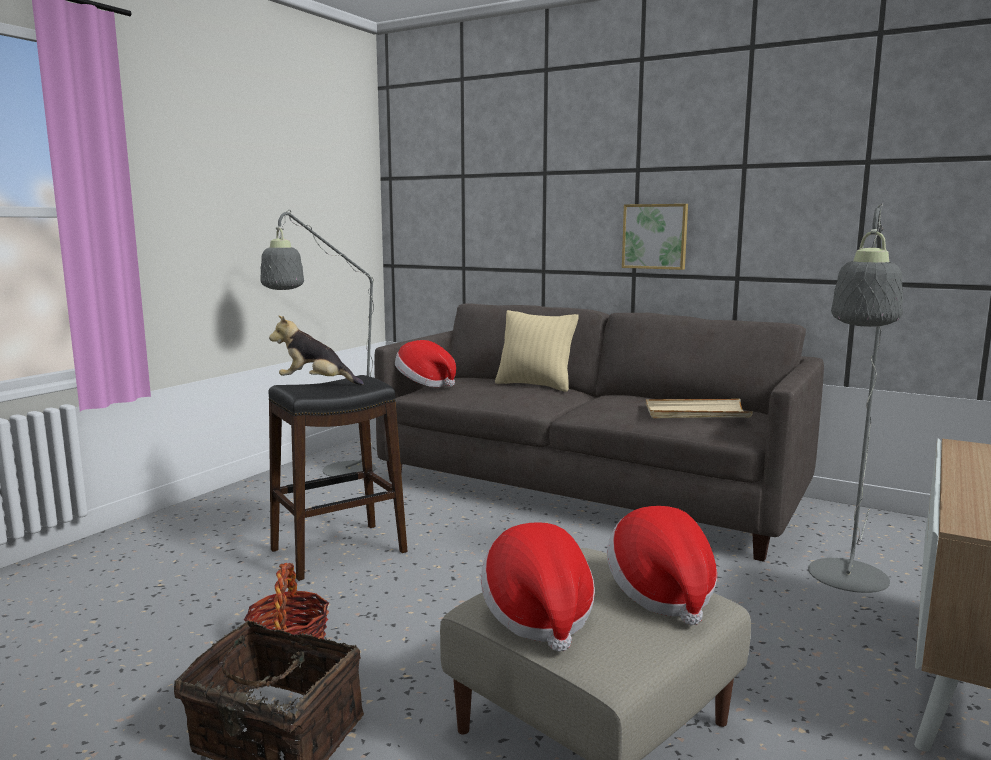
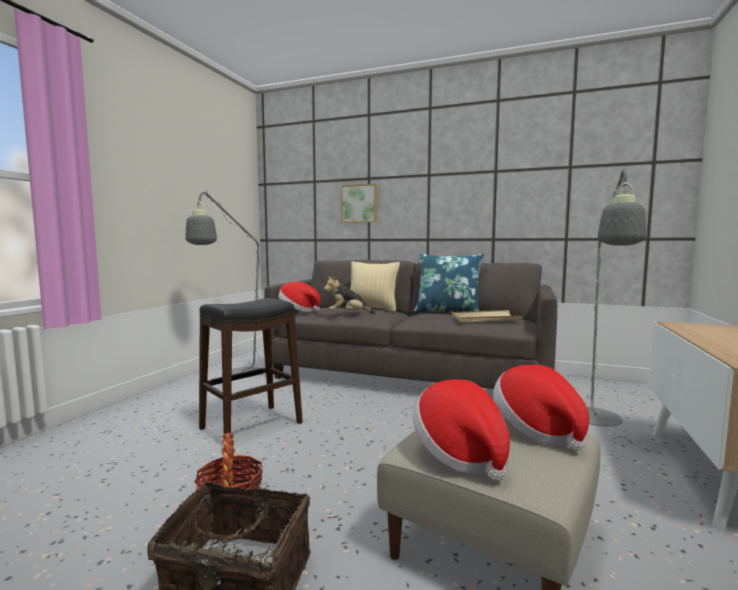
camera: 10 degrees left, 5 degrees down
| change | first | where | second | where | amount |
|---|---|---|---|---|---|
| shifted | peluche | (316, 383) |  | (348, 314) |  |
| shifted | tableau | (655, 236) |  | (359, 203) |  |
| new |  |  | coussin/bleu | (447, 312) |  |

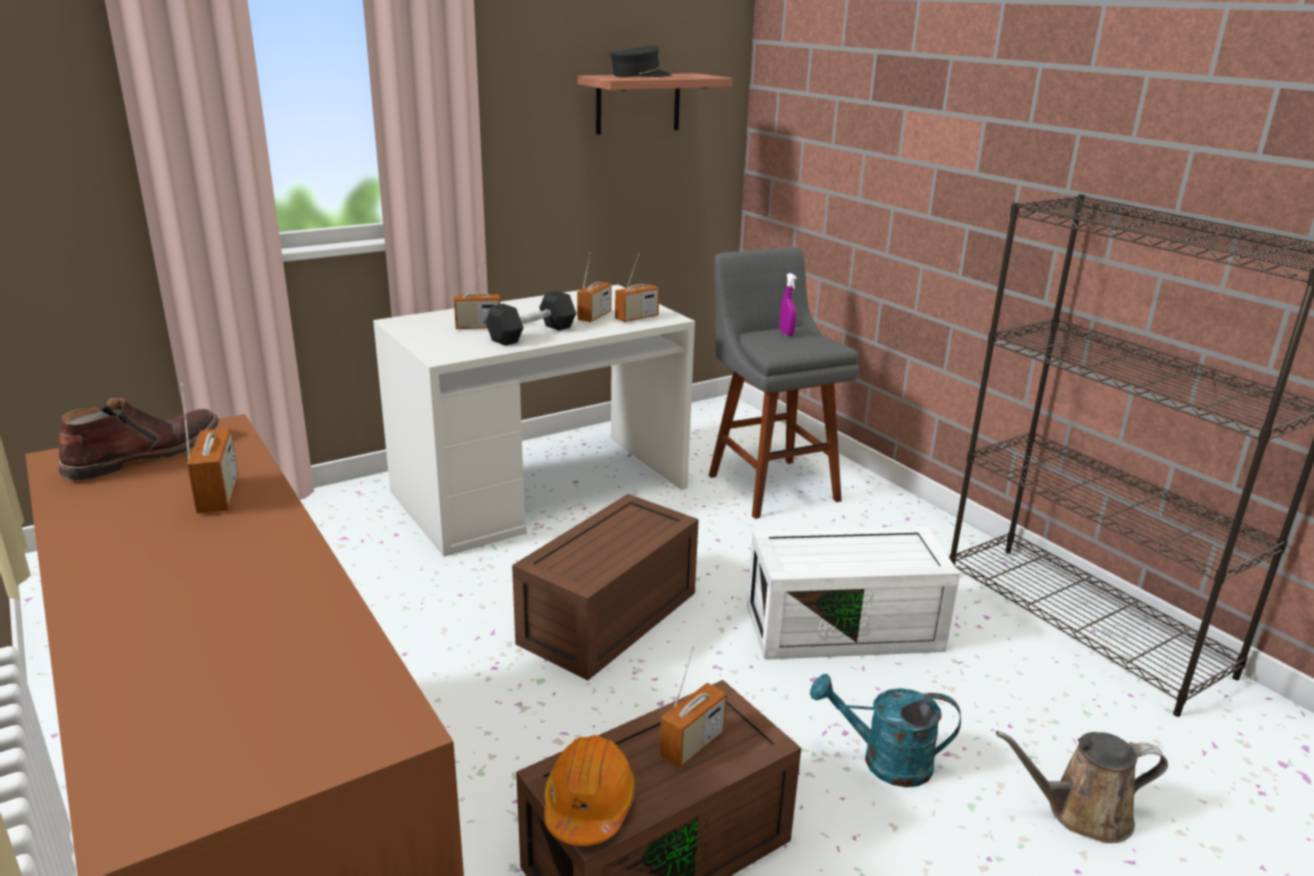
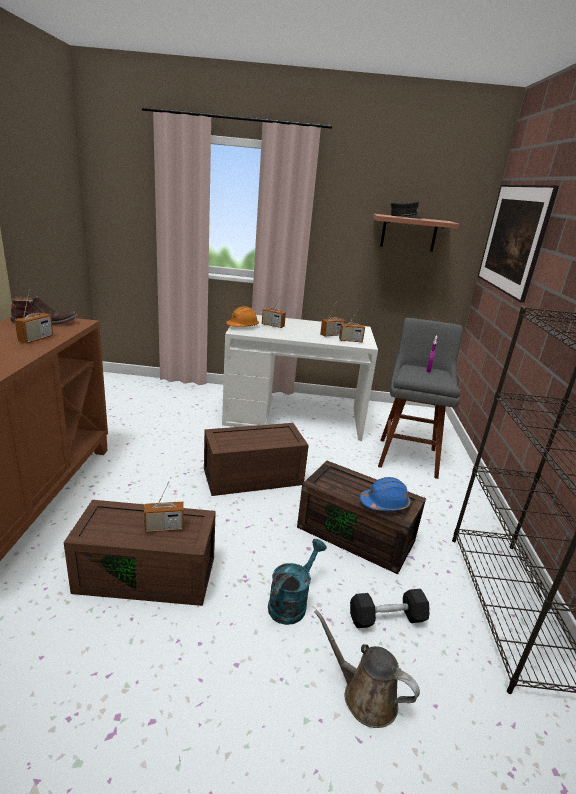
camera: 35 degrees right, 0 degrees up
| change | first | where | second | where | amount |
|---|---|---|---|---|---|
| shifted | casque de chantier/orange | (589, 804) |  | (242, 326) |  |
| rotated | arrosoir/turquoise | (884, 761) |  | (291, 602) | 75 degrees clockwise |
| repainted | boîte de rangement/blanc | (845, 626) | boîte de rangement/marron | (357, 534) |  |
| shifted | haltère/noir | (532, 334) |  | (387, 618) |  |
| new |  |  | casque de chantier/bleu | (384, 503) |  |
| new |  |  | tableau | (506, 264) |  |

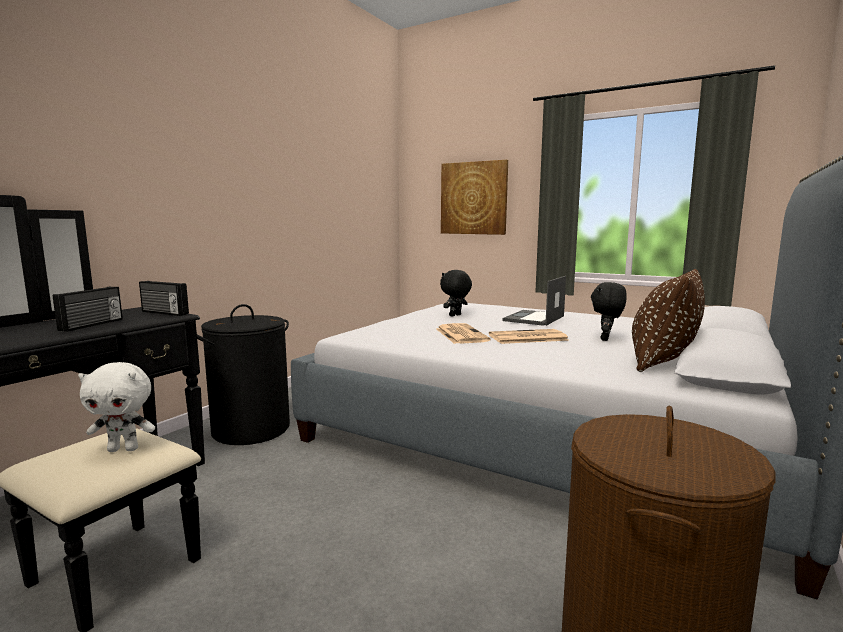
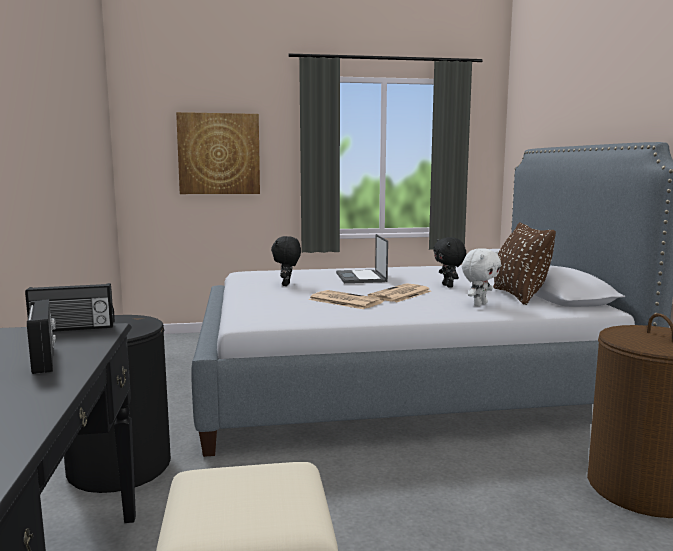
camera: 40 degrees left, 0 degrees up
| change | first | where | second | where | amount |
|---|---|---|---|---|---|
| shifted | peluche/blanc | (124, 449) |  | (479, 304) |  |

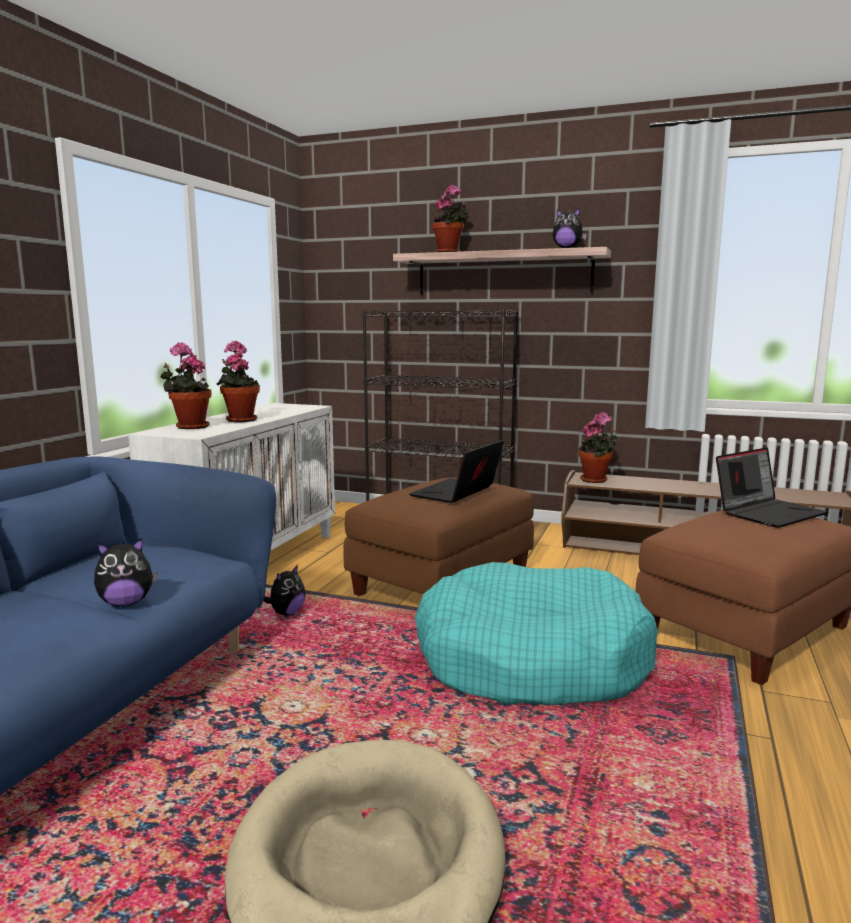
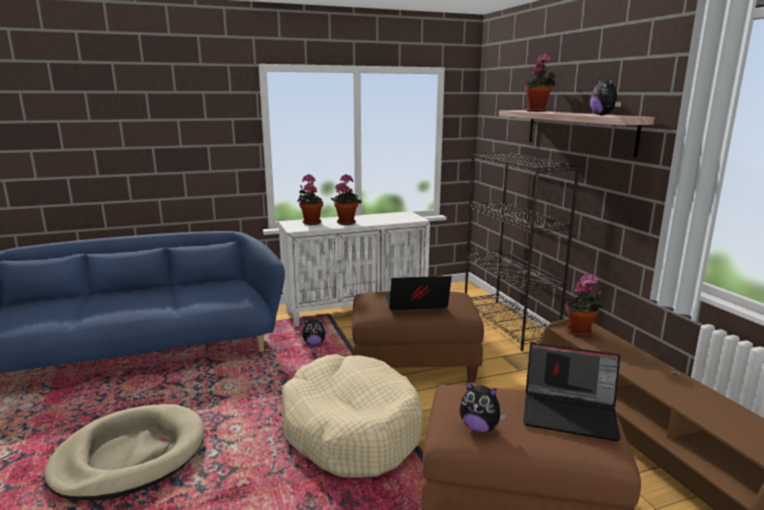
camera: 50 degrees right, 5 degrees up
| change | first | where | second | where | amount |
|---|---|---|---|---|---|
| repainted | panier pour chien/turquoise | (531, 660) | panier pour chien/beige | (350, 429) |  |
| shifted | peluche | (126, 603) |  | (479, 428) |  |

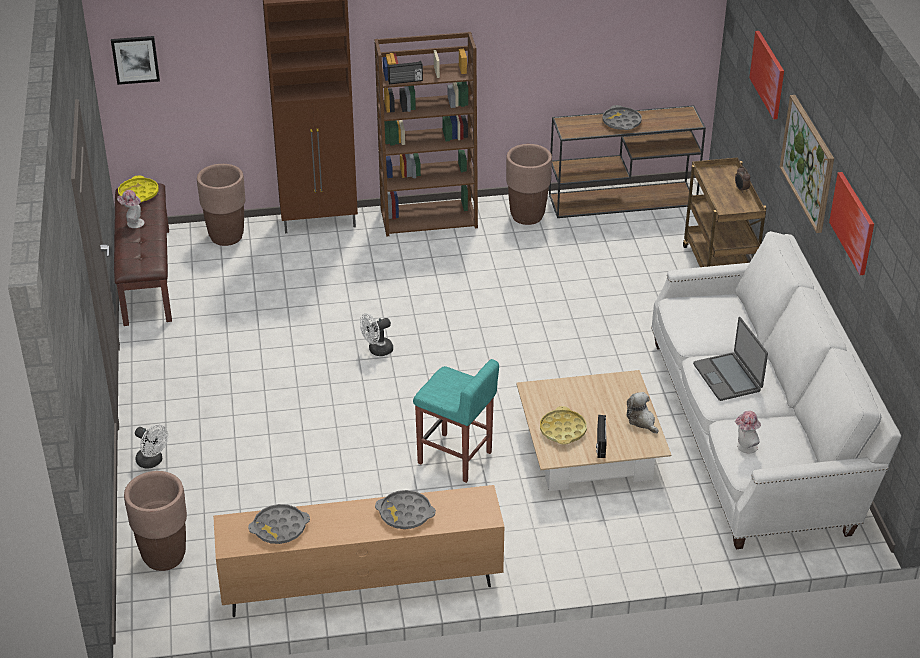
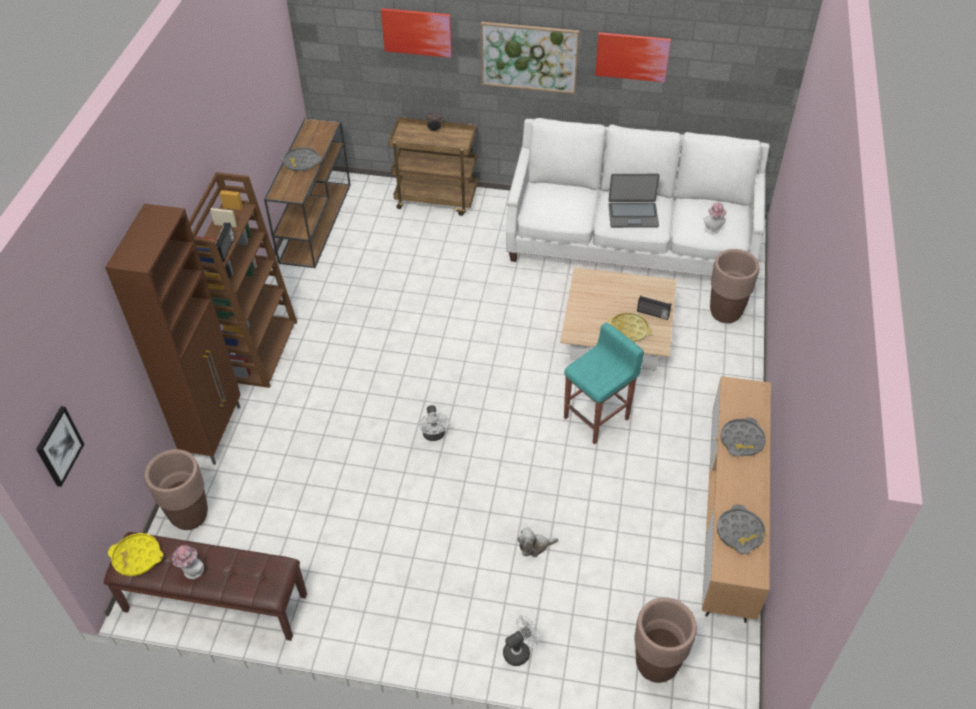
camera: 70 degrees left, 10 degrees up
| change | first | where | second | where | amount |
|---|---|---|---|---|---|
| shifted | peluche | (642, 421) |  | (534, 546) |  |
| shifted | cache-pot/marron | (527, 216) |  | (725, 313) |  |

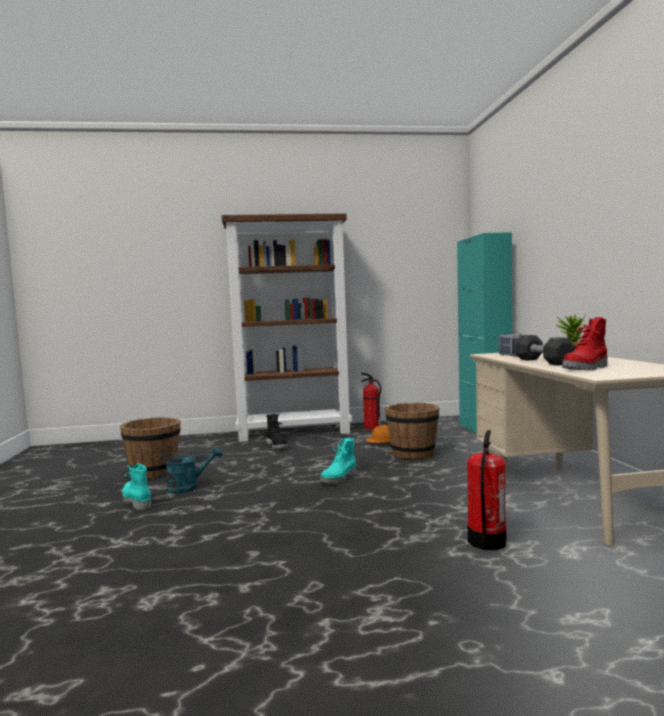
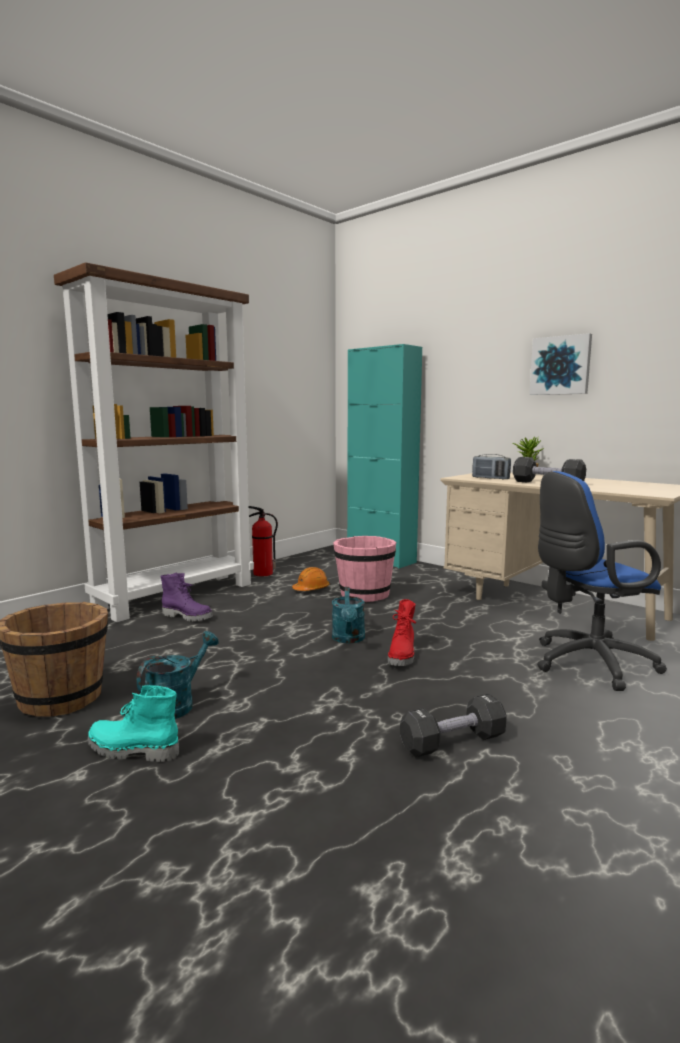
camera: 40 degrees left, 5 degrees up
| change | first | where | second | where | amount |
|---|---|---|---|---|---|
| repainted | botte/noir | (277, 445) | botte/violet | (188, 616) |  |
| swapped | botte/turquoise | (339, 478) | arrosoir/turquoise | (348, 639) |  |
| repainted | seau/marron | (412, 453) | seau/rose | (364, 595) |  |
| shifted | botte/rouge | (586, 369) |  | (403, 656) |  |
| new |  |  | haltère/noir | (453, 742) |  |
| new |  |  | tableau | (560, 365) |  |
| swapped | extincteur | (486, 541) | chaise de bureau/bleu | (587, 664) |  |

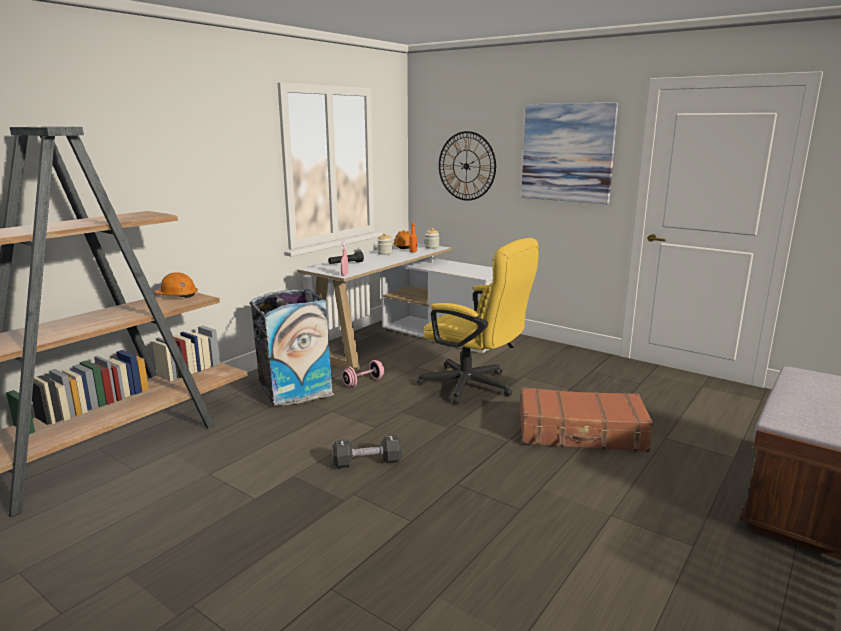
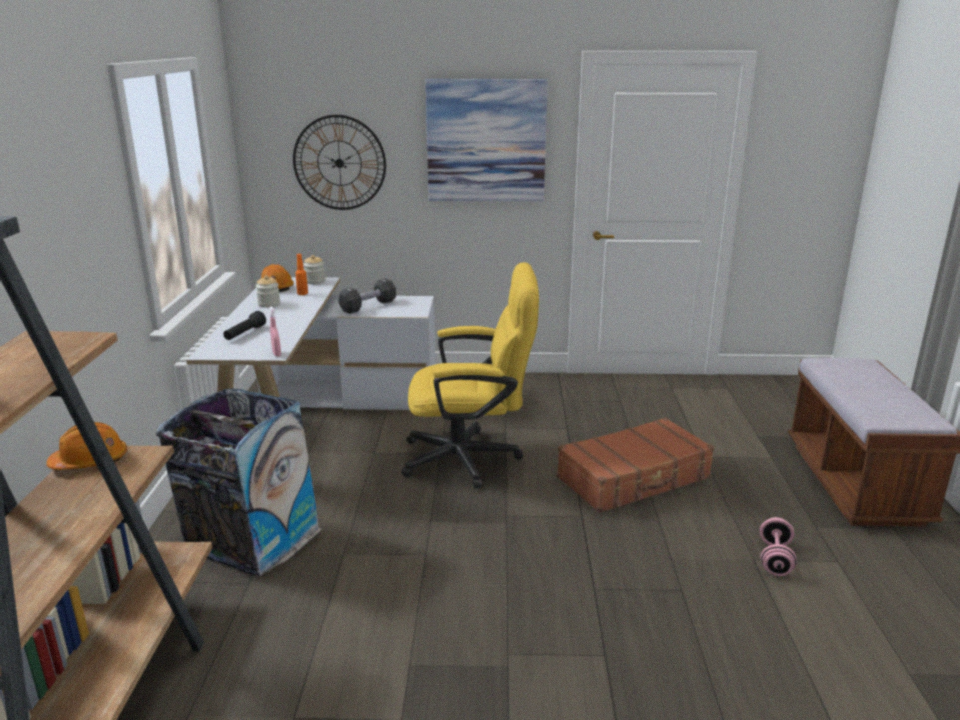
camera: 35 degrees left, 5 degrees up
| change | first | where | second | where | amount |
|---|---|---|---|---|---|
| shifted | haltère/noir | (367, 462) |  | (368, 306) |  |
| shifted | haltère/rose | (363, 382) |  | (775, 559) |  |

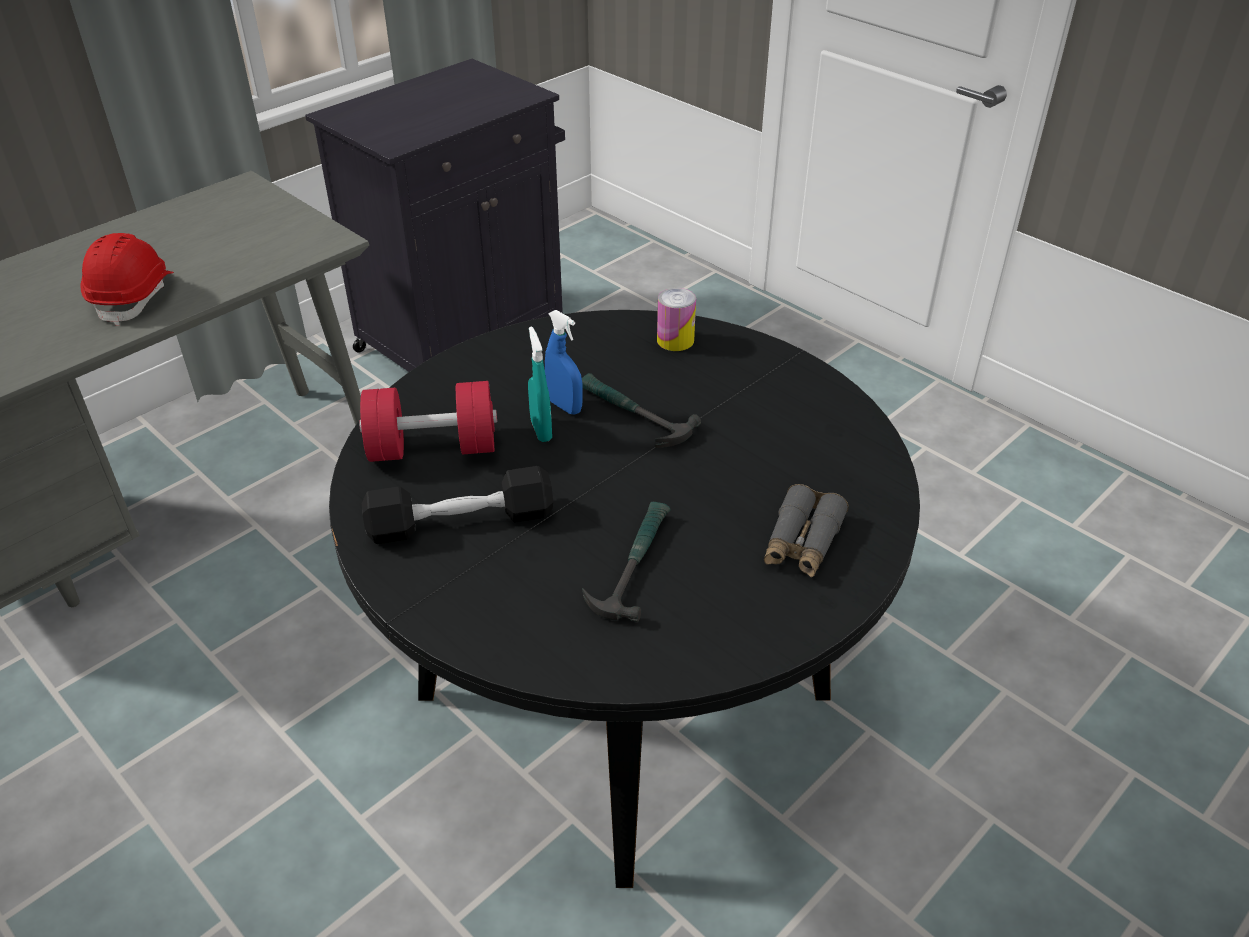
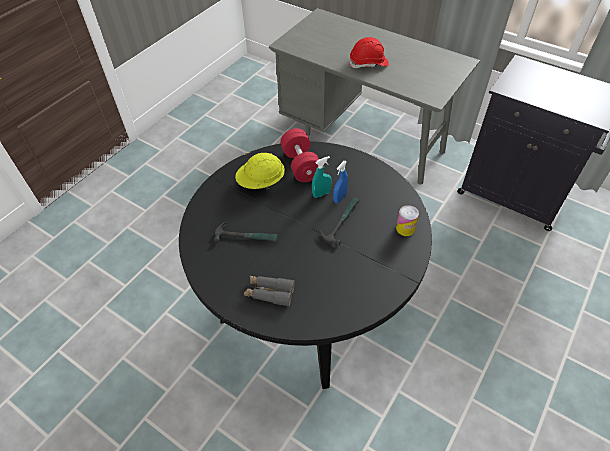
camera: 80 degrees right, 10 degrees up
| change | first | where | second | where | amount |
|---|---|---|---|---|---|
| swapped | haltère/noir | (460, 522) | casque de chantier/jaune | (261, 182) |  |

